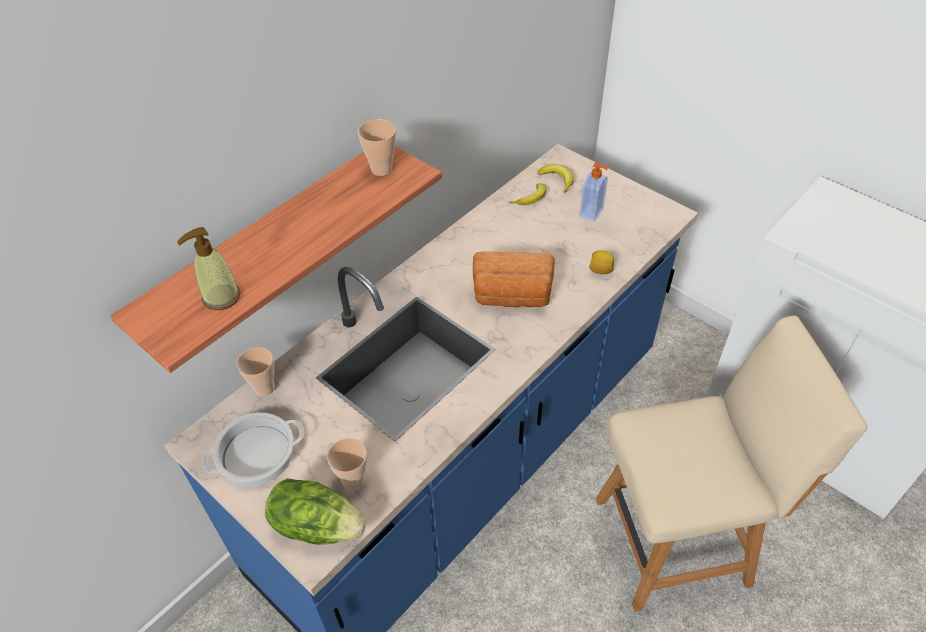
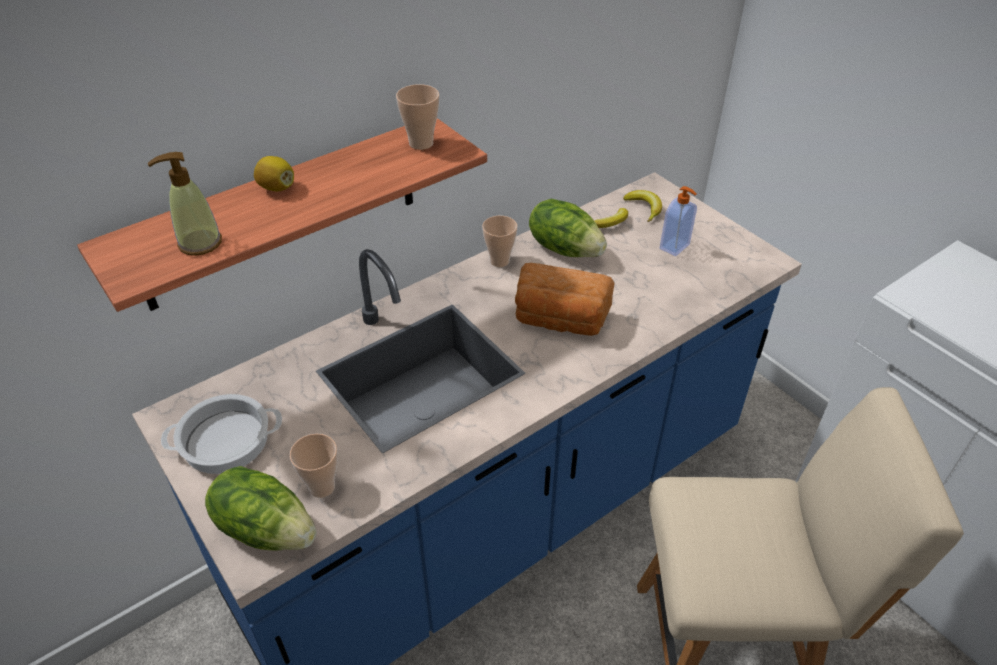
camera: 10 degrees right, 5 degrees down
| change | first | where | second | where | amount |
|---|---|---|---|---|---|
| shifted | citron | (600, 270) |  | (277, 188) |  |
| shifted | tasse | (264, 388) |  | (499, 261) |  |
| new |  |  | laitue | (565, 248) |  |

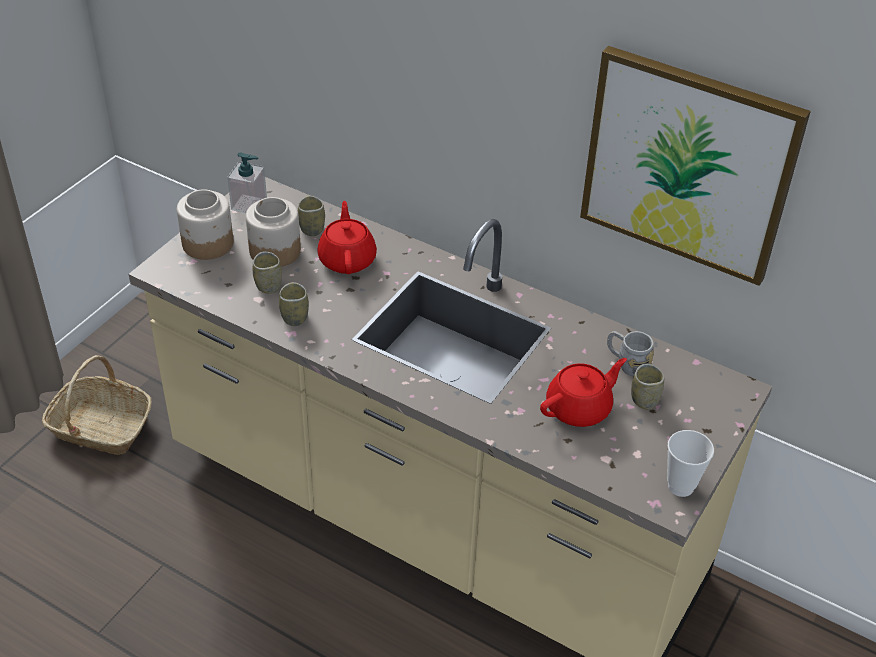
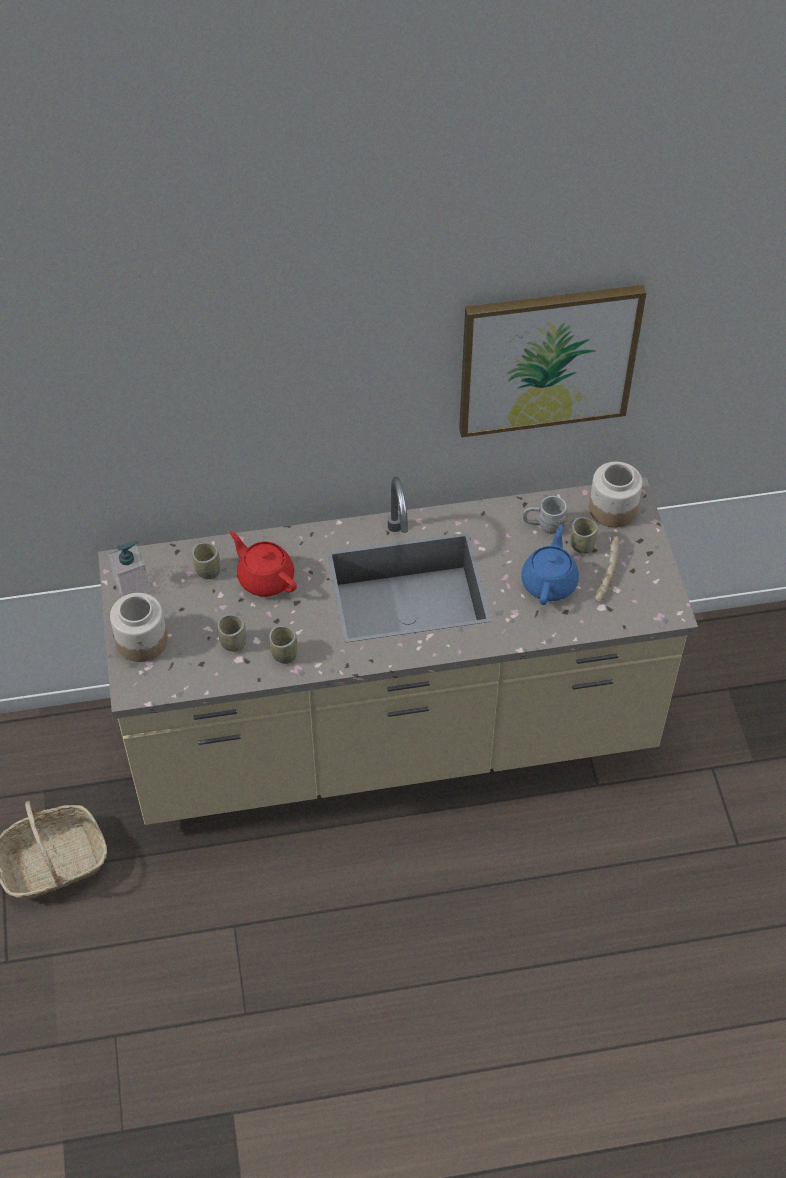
camera: 40 degrees left, 10 degrees up
| change | first | where | second | where | amount |
|---|---|---|---|---|---|
| repainted | théière/rouge | (579, 408) | théière/bleu | (549, 582) |  |
| shifted | bocal | (274, 251) |  | (612, 509) |  |
| new |  |  | pain | (605, 574) |  |
| gone | tasse | (680, 486) |  |  |  |

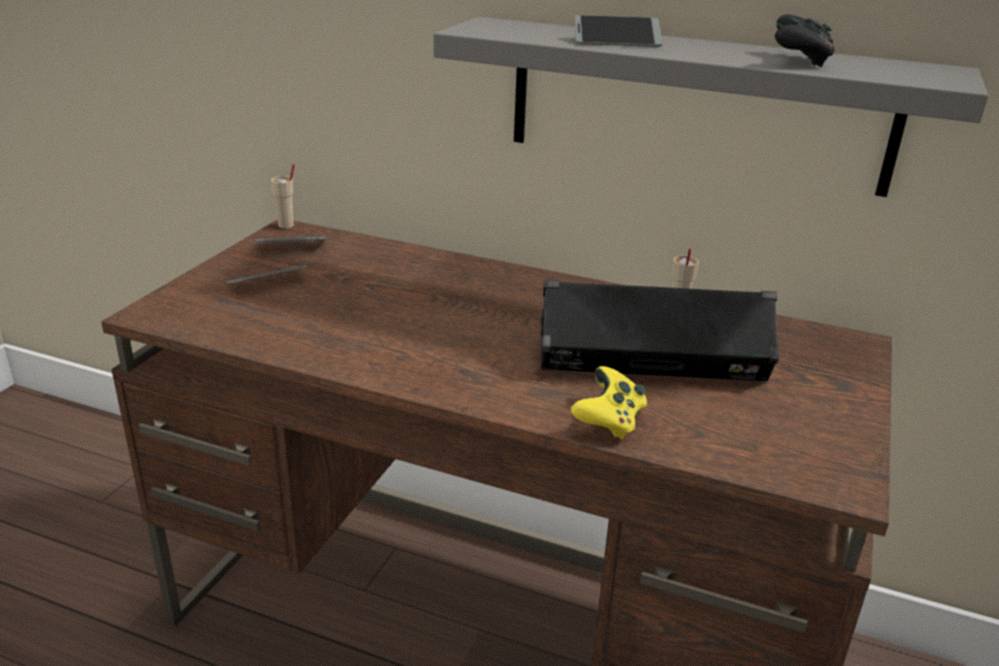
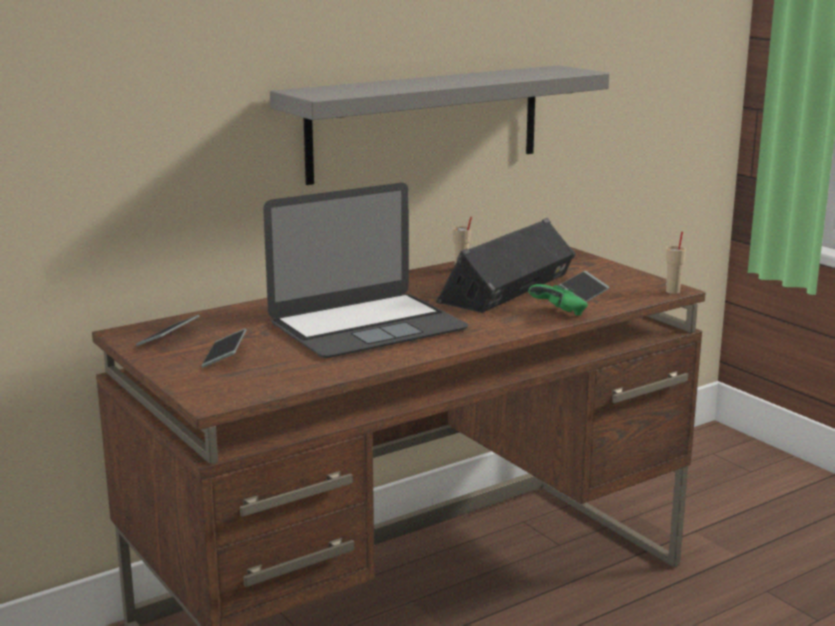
camera: 55 degrees left, 10 degrees down
| change | first | where | second | where | amount |
|---|---|---|---|---|---|
| new |  |  | ordinateur portable | (367, 325) |  |
| repainted | manette/jaune | (609, 421) | manette/vert | (559, 313) |  |
| shifted | téléphone | (616, 41) |  | (583, 293) |  |
| shifted | tasse/beige | (286, 225) |  | (673, 291) |  |
| gone | manette/noir | (800, 60) |  |  |  |

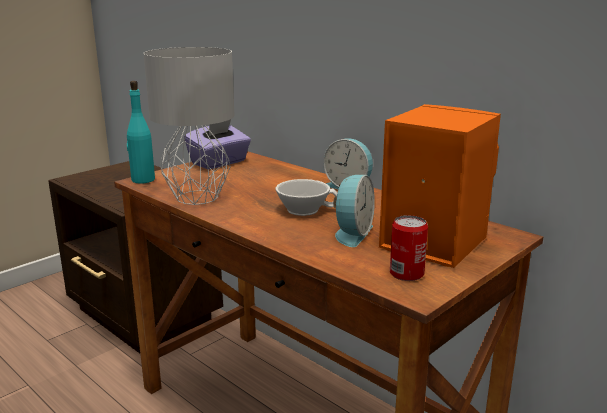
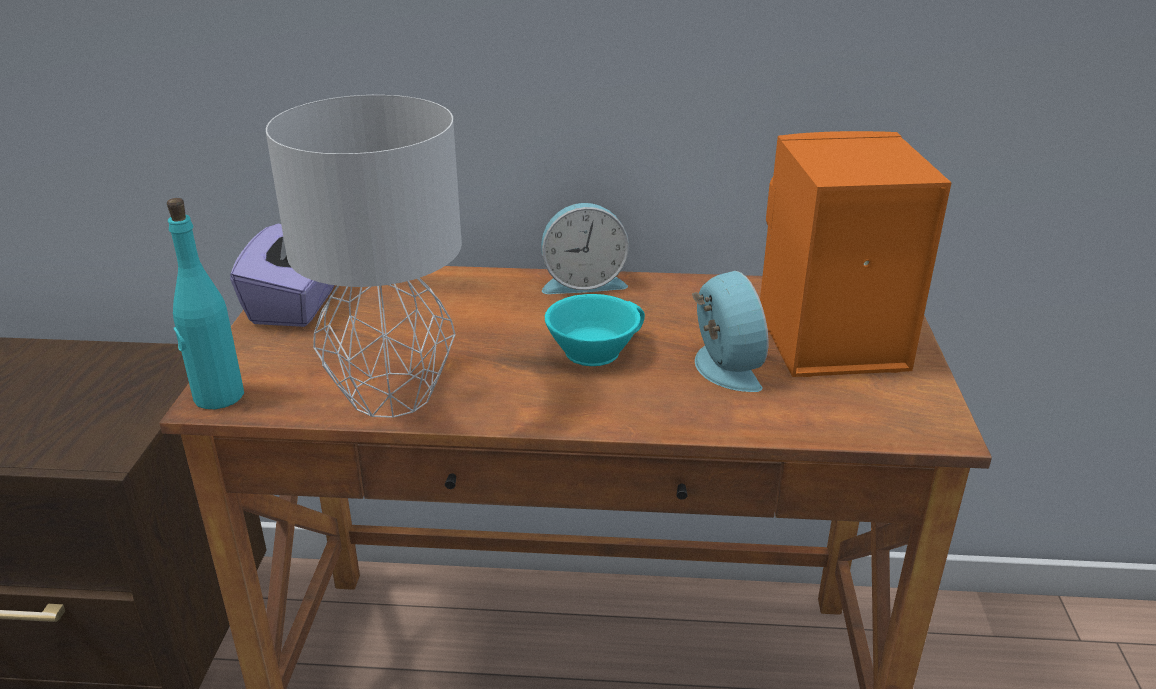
camera: 40 degrees left, 10 degrees up
| change | first | where | second | where | amount |
|---|---|---|---|---|---|
| repainted | tasse/blanc | (304, 209) | tasse/turquoise | (592, 349) |  |
| gone | boîte métallique | (406, 273) |  |  |  |

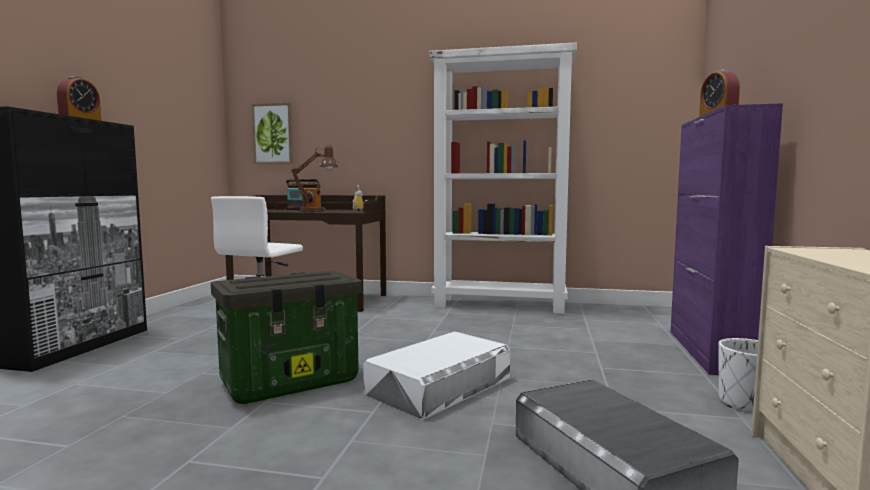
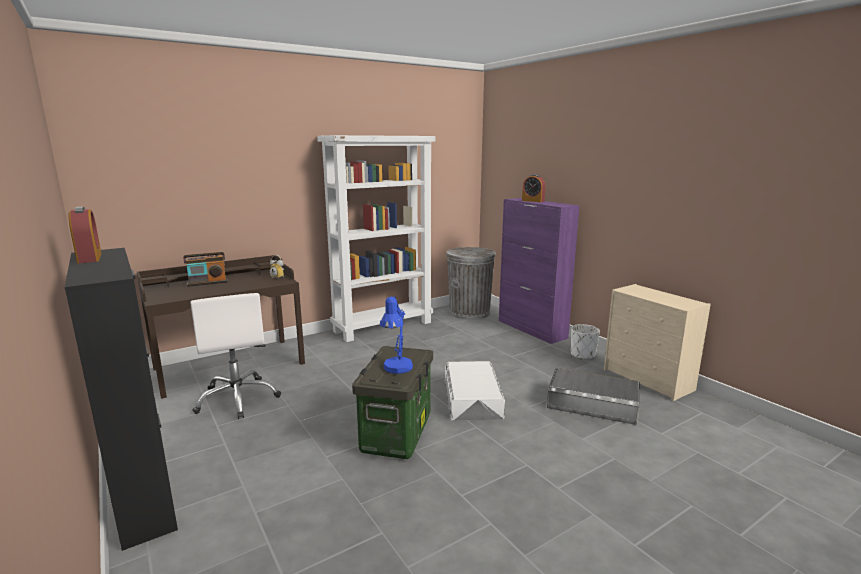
camera: 45 degrees left, 10 degrees up
| change | first | where | second | where | amount |
|---|---|---|---|---|---|
| new |  |  | lampe de table/bleu | (396, 370) |  |
| new |  |  | poubelle/gris | (469, 312) |  |
| gone | tableau | (273, 134) |  |  |  |
| gone | lampe de table/marron | (317, 211) |  |  |  |

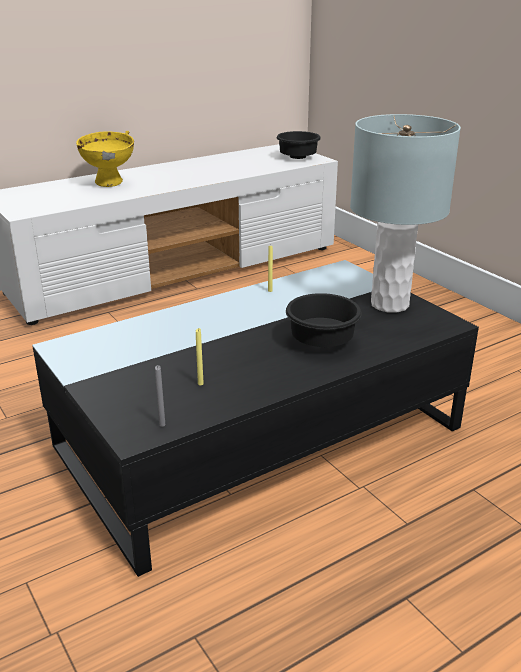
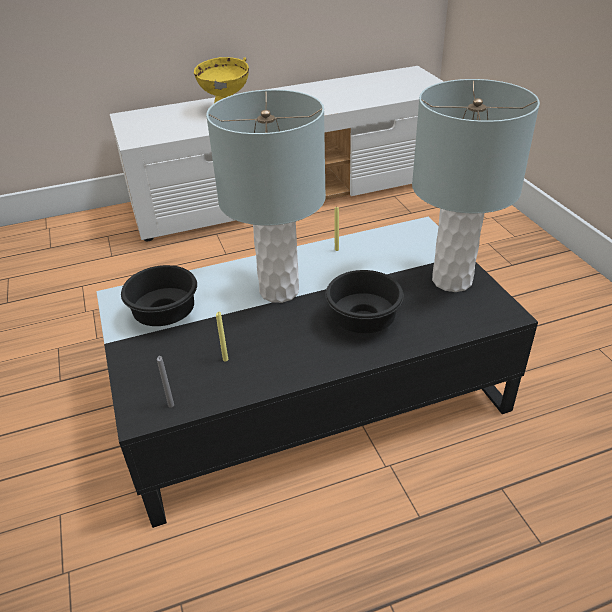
camera: 15 degrees right, 10 degrees up
| change | first | where | second | where | amount |
|---|---|---|---|---|---|
| shifted | bol/noir | (299, 157) |  | (167, 314) |  |
| new |  |  | lampe de table/gris | (279, 290) |  |

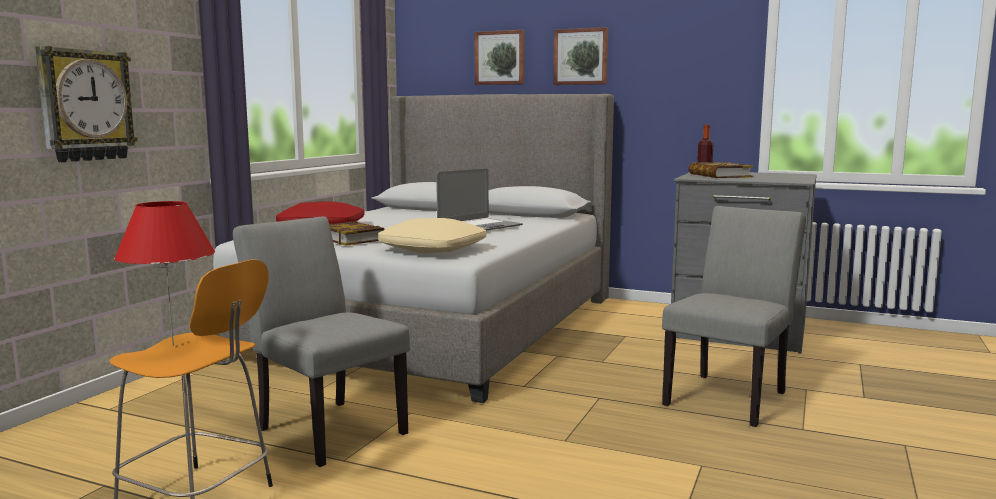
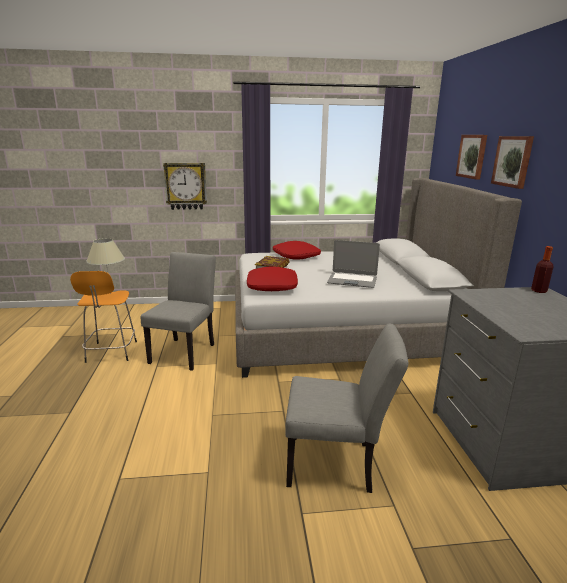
camera: 60 degrees right, 10 degrees up
| change | first | where | second | where | amount |
|---|---|---|---|---|---|
| repainted | lampe de table/rouge | (173, 345) | lampe de table/beige | (110, 294) |  |
| repainted | coussin/beige | (433, 249) | coussin/rouge | (272, 286) |  |
| gone | livre | (719, 175) |  |  |  |

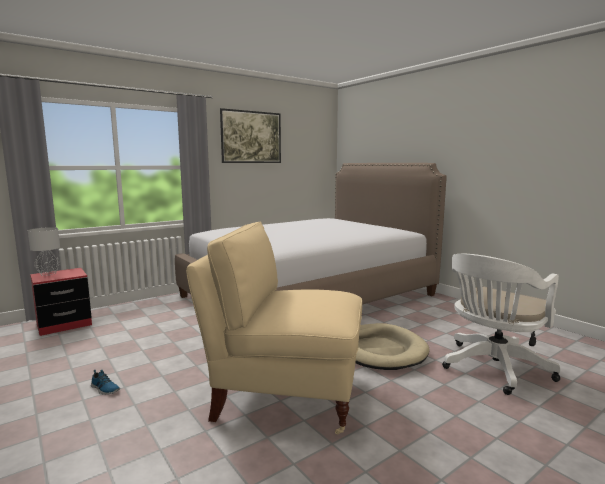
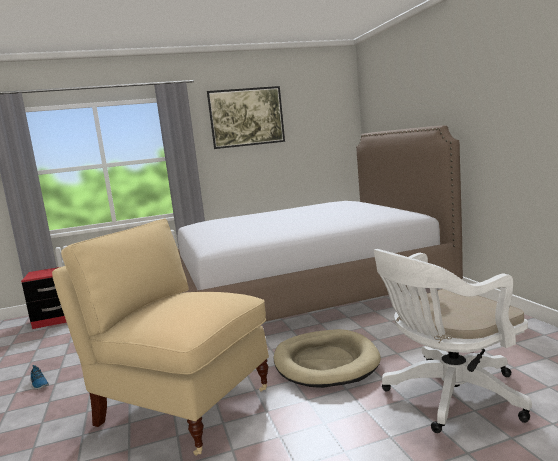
camera: 20 degrees right, 0 degrees up
| change | first | where | second | where | amount |
|---|---|---|---|---|---|
| gone | lampe de table/gris | (48, 273) |  |  |  |

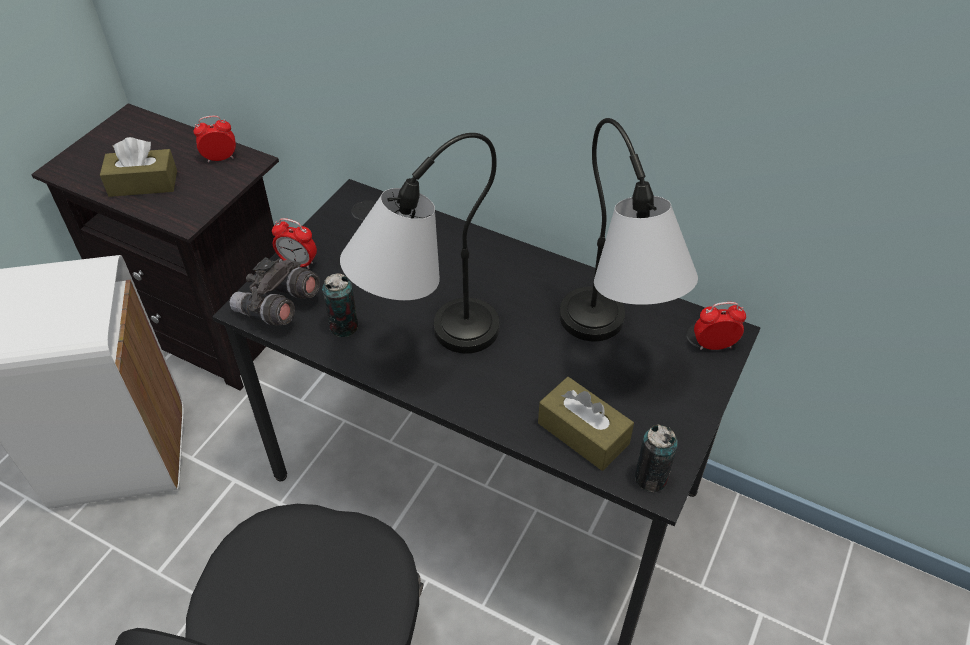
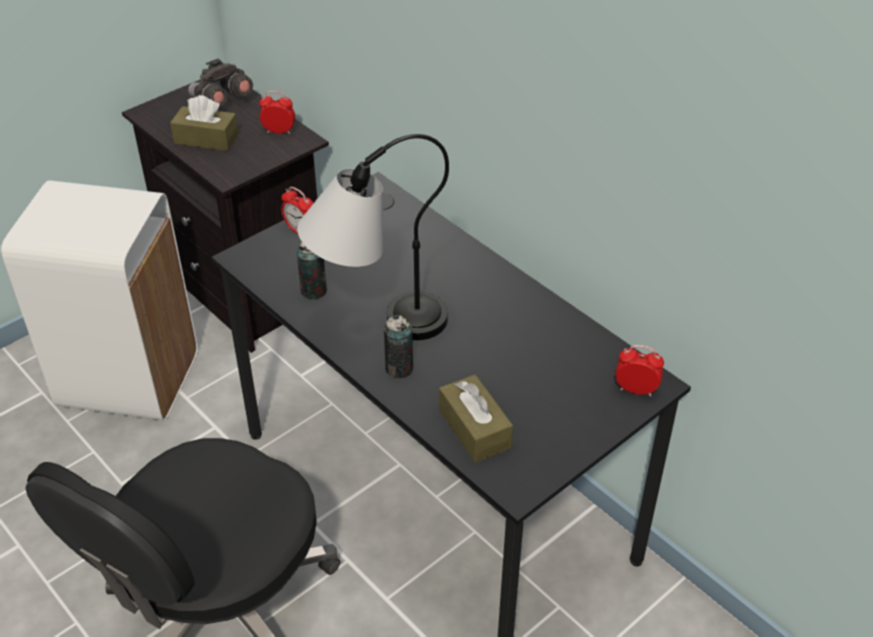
camera: 20 degrees right, 5 degrees down
| change | first | where | second | where | amount |
|---|---|---|---|---|---|
| shifted | jumelles/gris | (278, 307) |  | (221, 100) |  |
| shifted | boîte métallique | (651, 478) |  | (399, 369) |  |
| gone | lampe de table | (611, 349) |  |  |  |

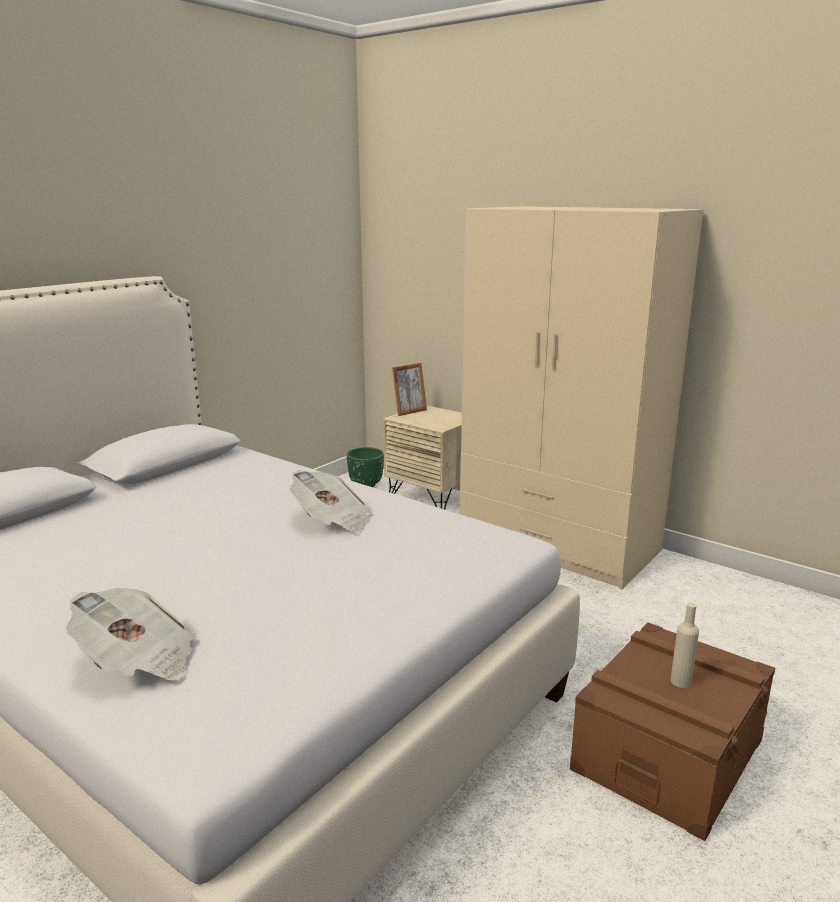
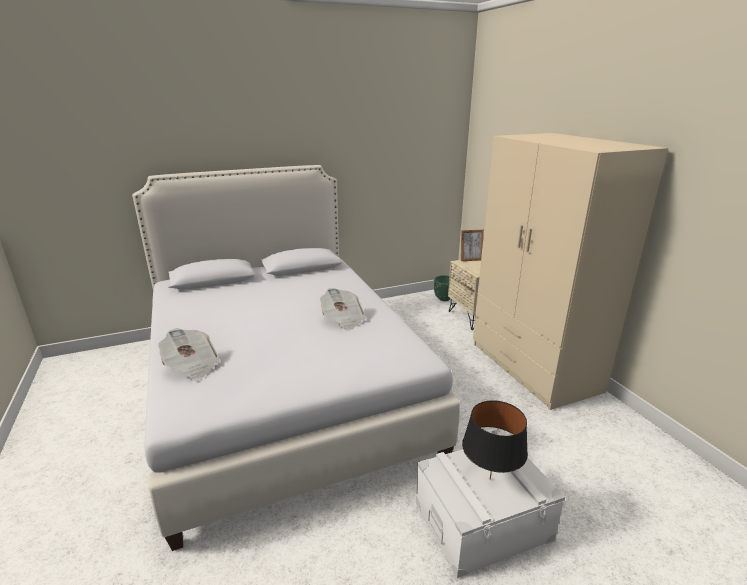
camera: 30 degrees right, 5 degrees up
| change | first | where | second | where | amount |
|---|---|---|---|---|---|
| repainted | boîte de rangement/marron | (667, 753) | boîte de rangement/blanc | (482, 520) |  |
| swapped | bouteille/beige | (680, 681) | lampe de table/noir | (489, 479) |  |

